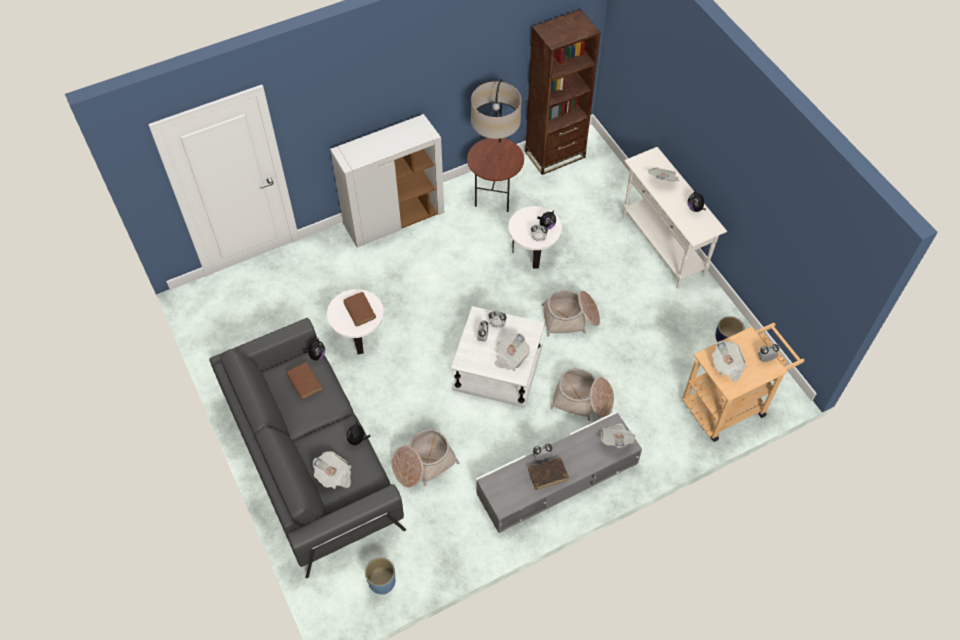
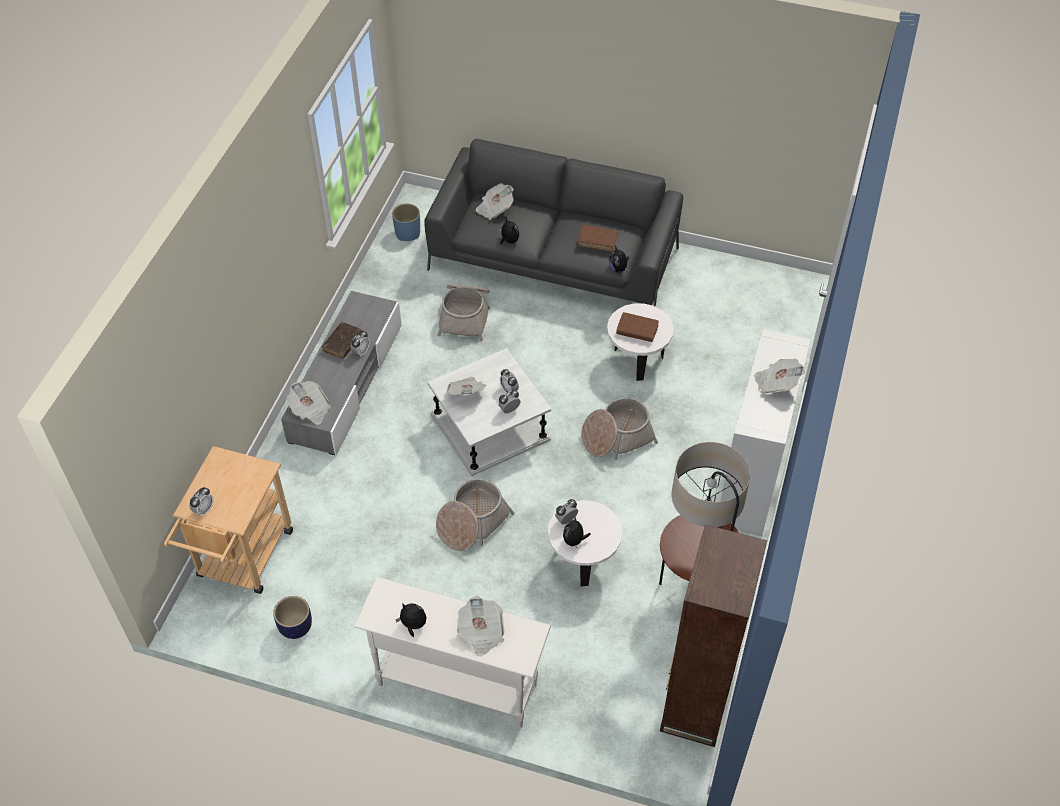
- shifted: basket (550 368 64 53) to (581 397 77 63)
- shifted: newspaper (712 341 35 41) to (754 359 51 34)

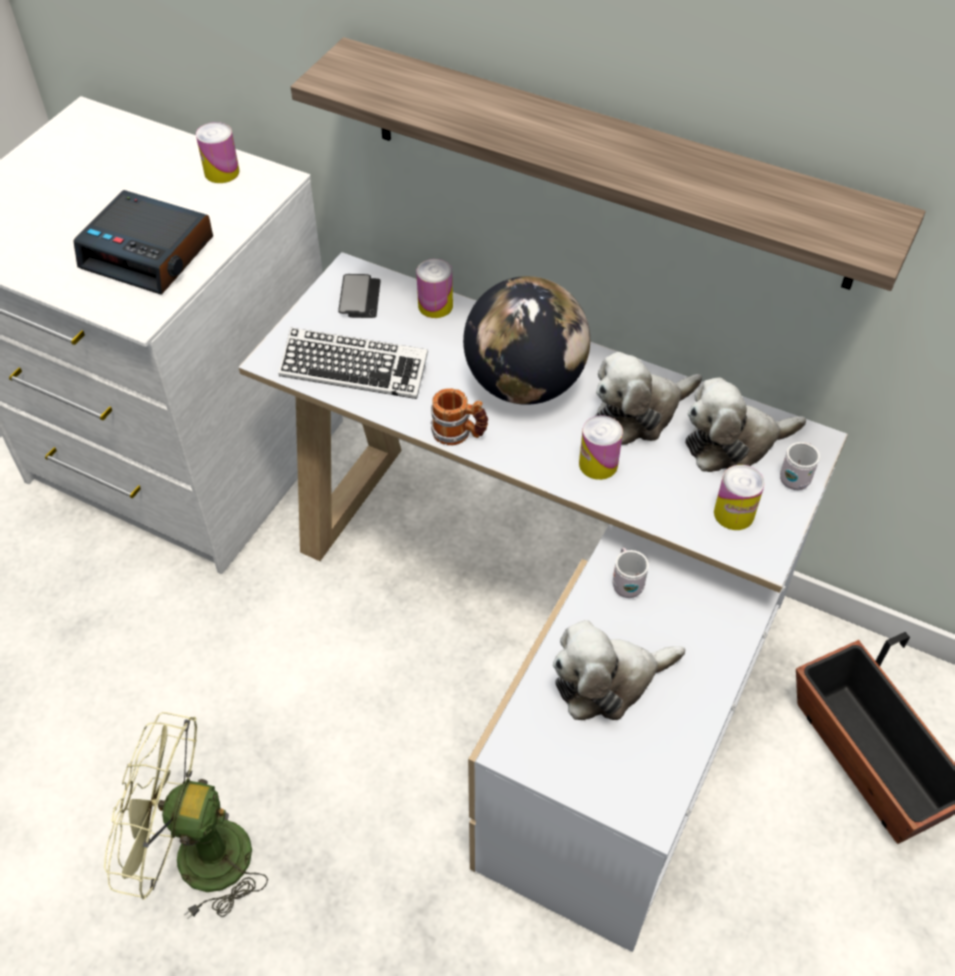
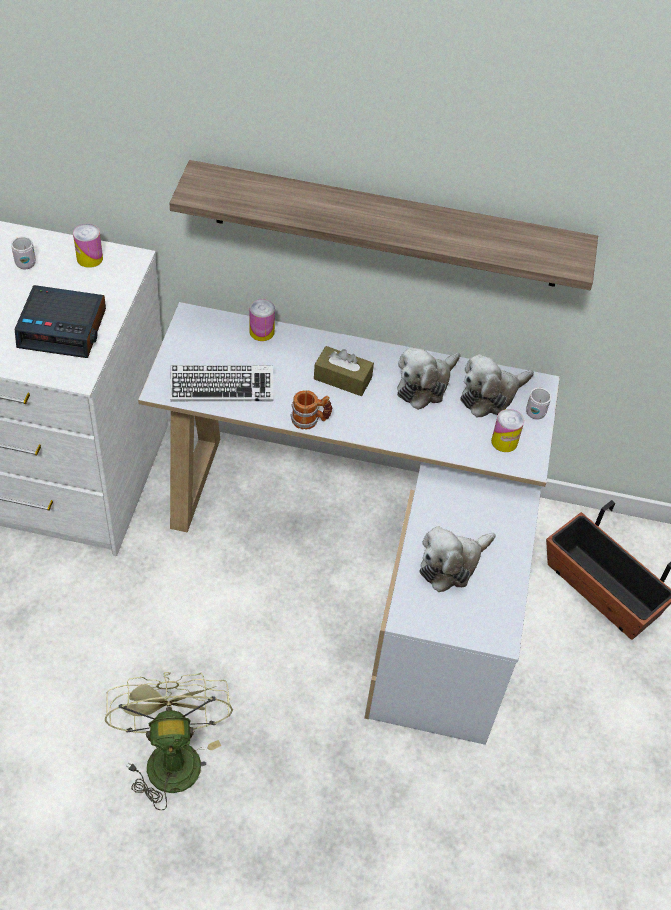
- shifted: white mug (612 547 37 51) to (11 236 25 33)
- rotated: green fan (104 712 164 207) = (105 672 128 138) 90 degrees clockwise
- swapped: globe (463 276 127 129) to brown tissue box (314 346 60 50)
- gone: phone (338 274 43 44)
- gone: can (579 415 44 65)

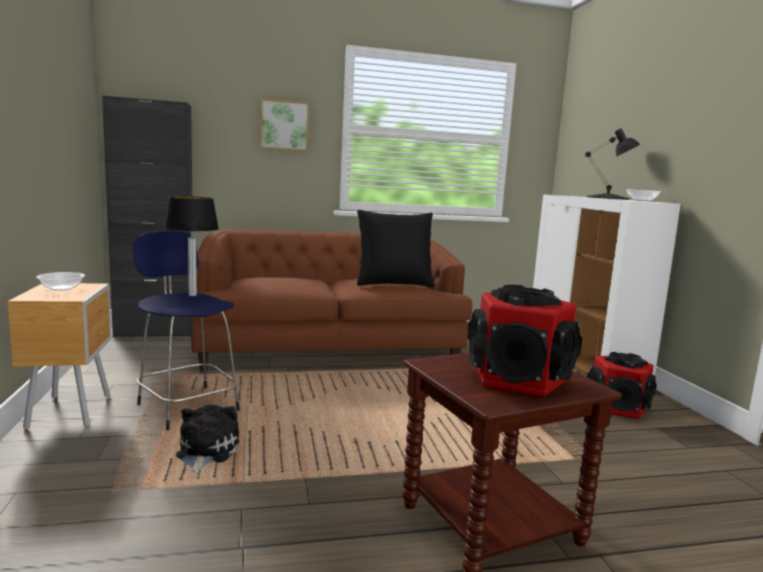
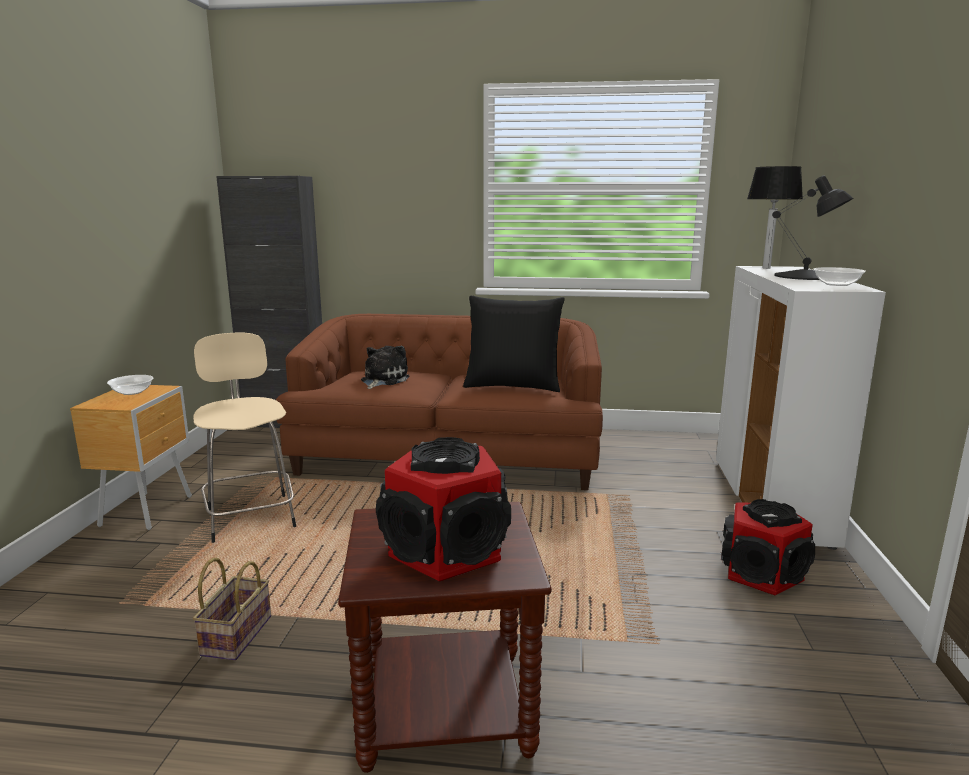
- repainted: blue stool (133 231 107 199) to beige stool (193 333 103 210)
- new: basket (193 558 78 103)
- shifted: plush toy (176 405 64 68) to (361 346 49 43)
- shifted: table lamp (164 196 55 100) to (747 166 56 103)
- gone: picture (260 98 50 53)

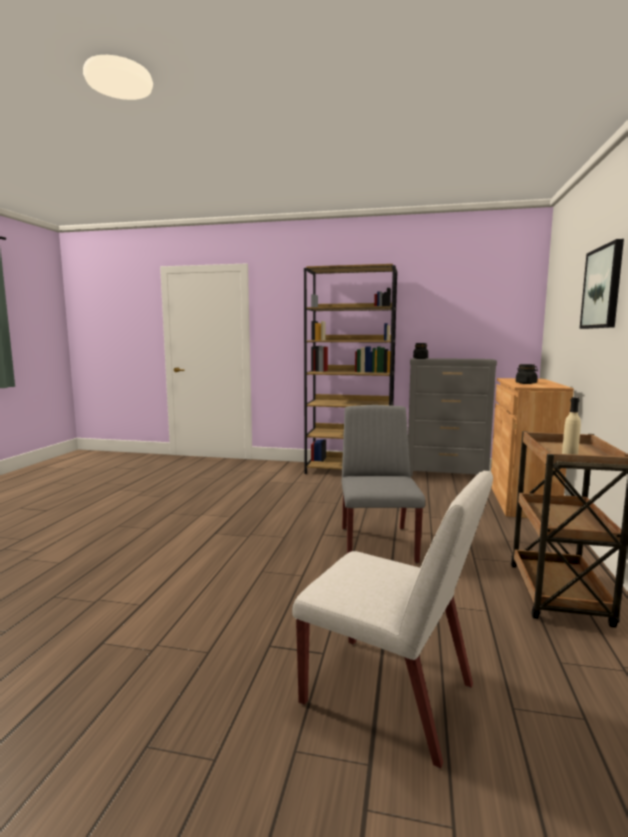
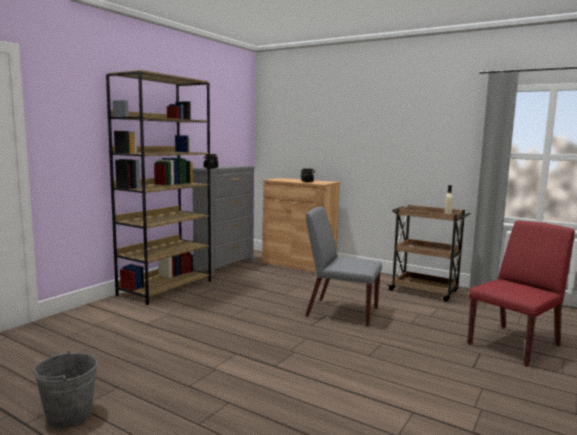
- new: grey bucket (32 351 65 77)
- repainted: white chair (292 471 201 297) to red chair (468 221 107 145)
- gone: picture (580 239 44 90)

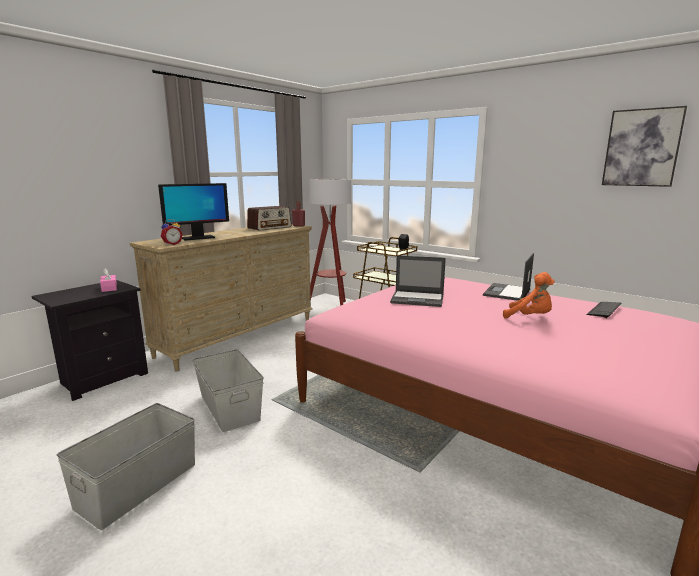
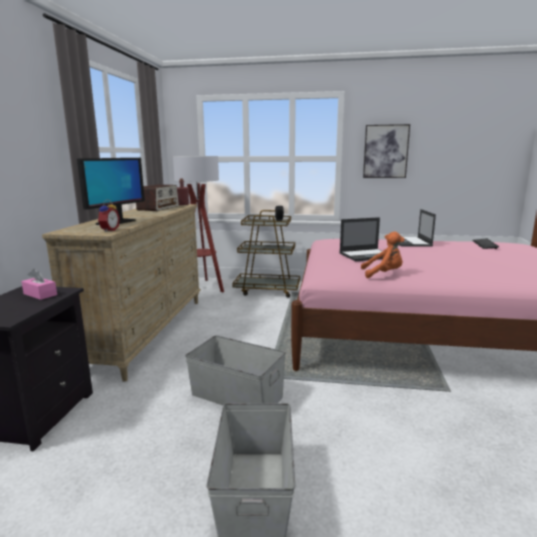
- shifted: orange plush toy (503 272 52 46) to (361 232 44 46)
- shifted: picture (602 106 85 81) to (363 124 47 54)

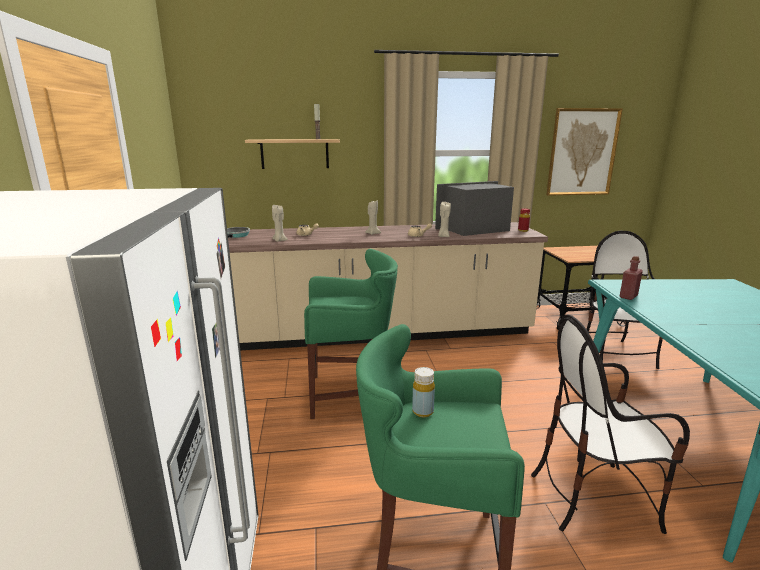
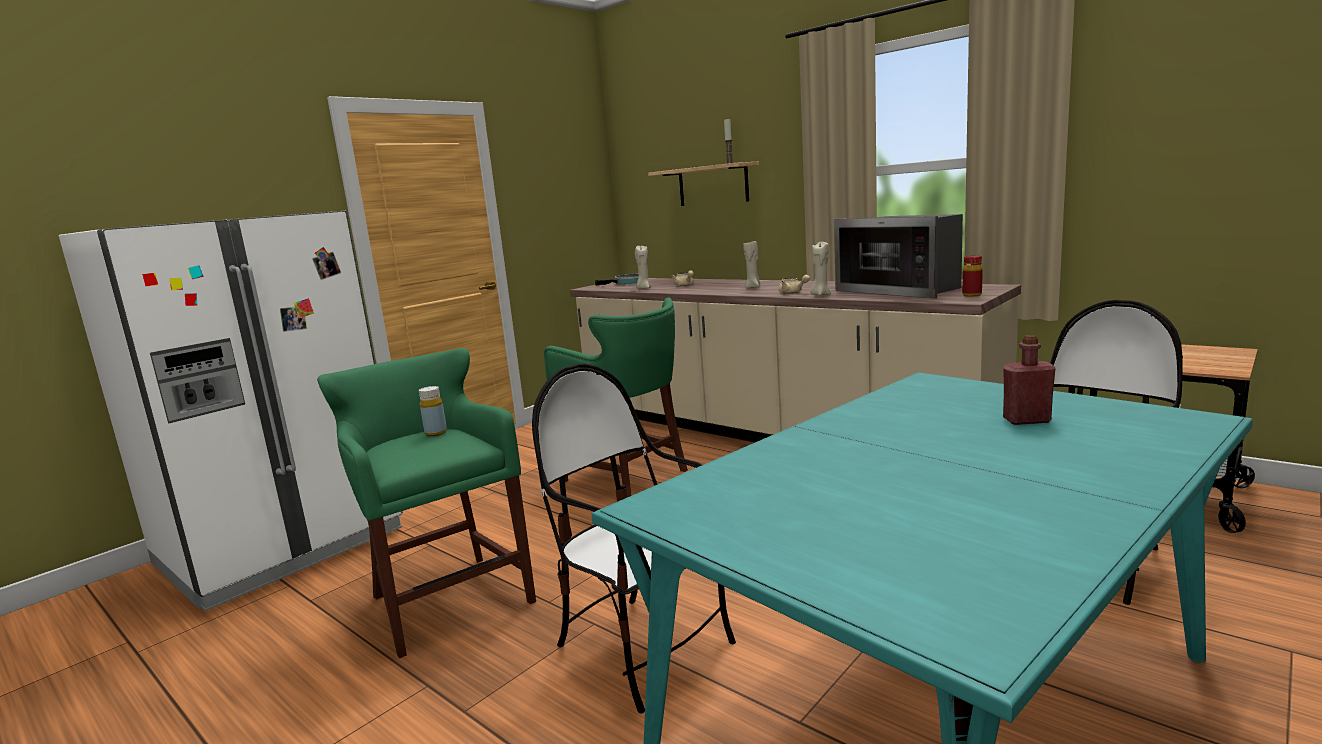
- rotated: microwave (435 181 79 55) = (834 214 129 85) 150 degrees counterclockwise
- shifted: red bottle (620 256 23 44) to (1003 335 52 90)
- gone: picture (546 108 77 88)

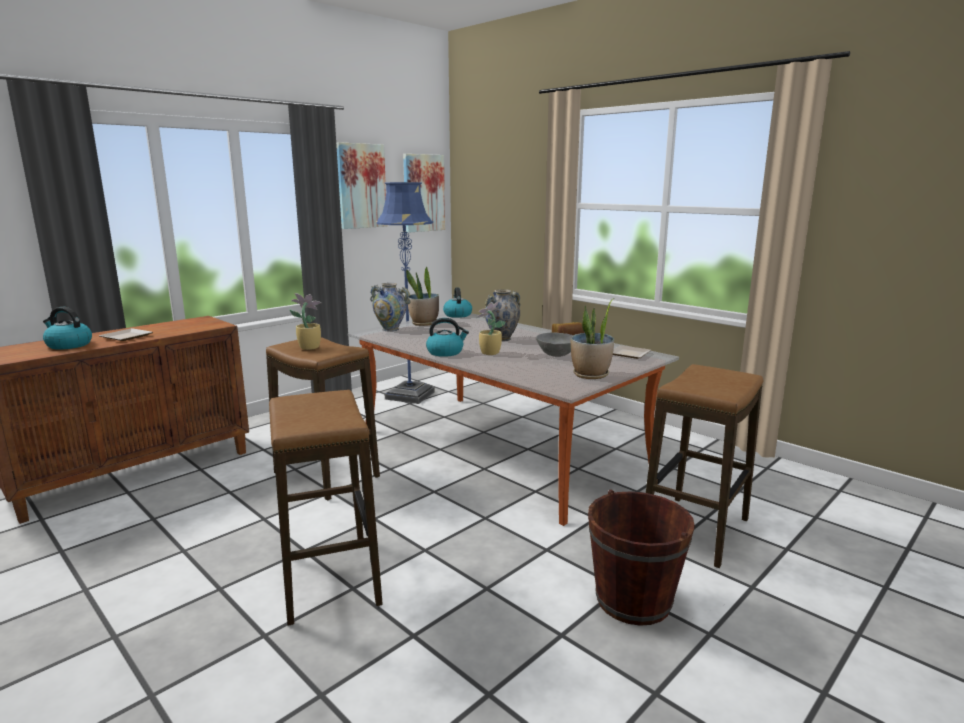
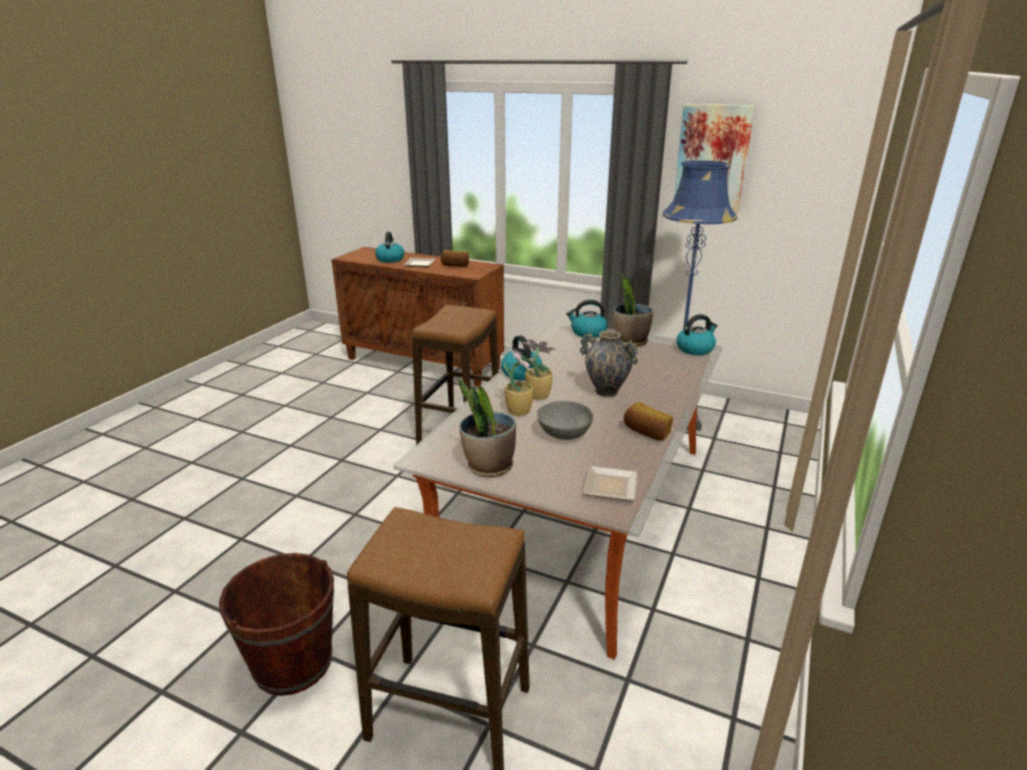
- new: bread (441 250 28 17)
- shifted: potted plant (289 293 32 57) to (504 348 31 68)
- swapped: vase (370 283 41 49) to kettle (566 300 42 37)
- gone: stool (269 390 114 236)
- gone: picture (403 154 42 79)

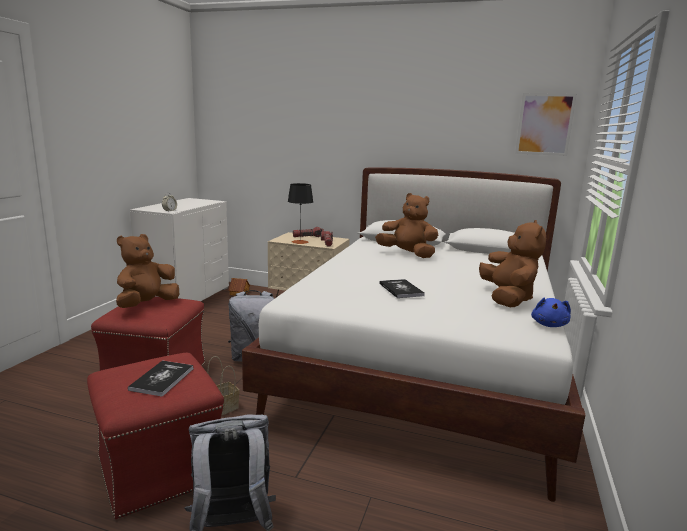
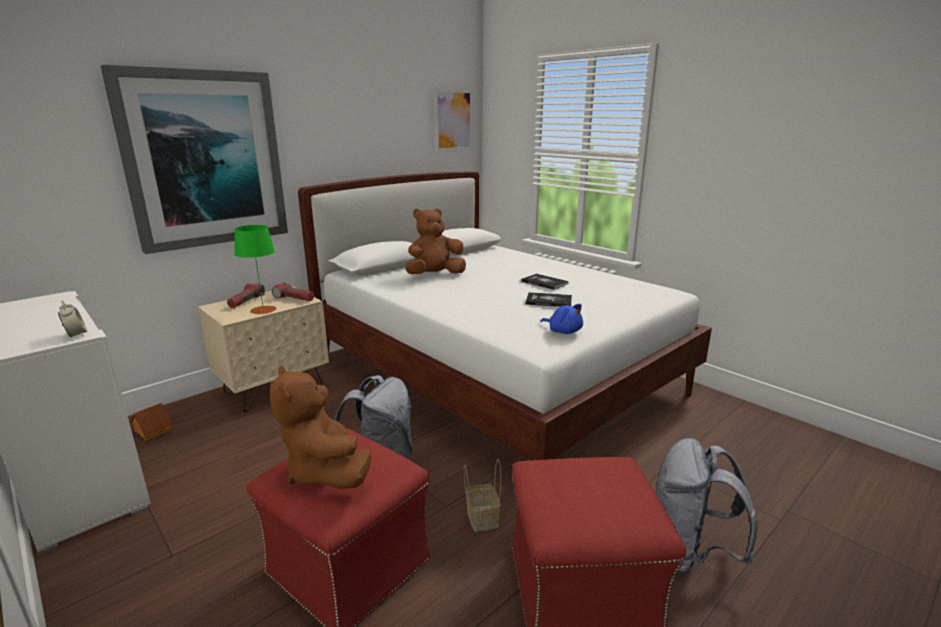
- new: picture (101 65 187 189)
- repainted: black table lamp (288 183 25 61) to green table lamp (234 225 43 89)
- shifted: book (128 360 66 37) to (521 274 48 16)
- shifted: blue plush toy (531 298 40 29) to (541 304 42 30)
- gone: brown plush toy (479 220 67 87)

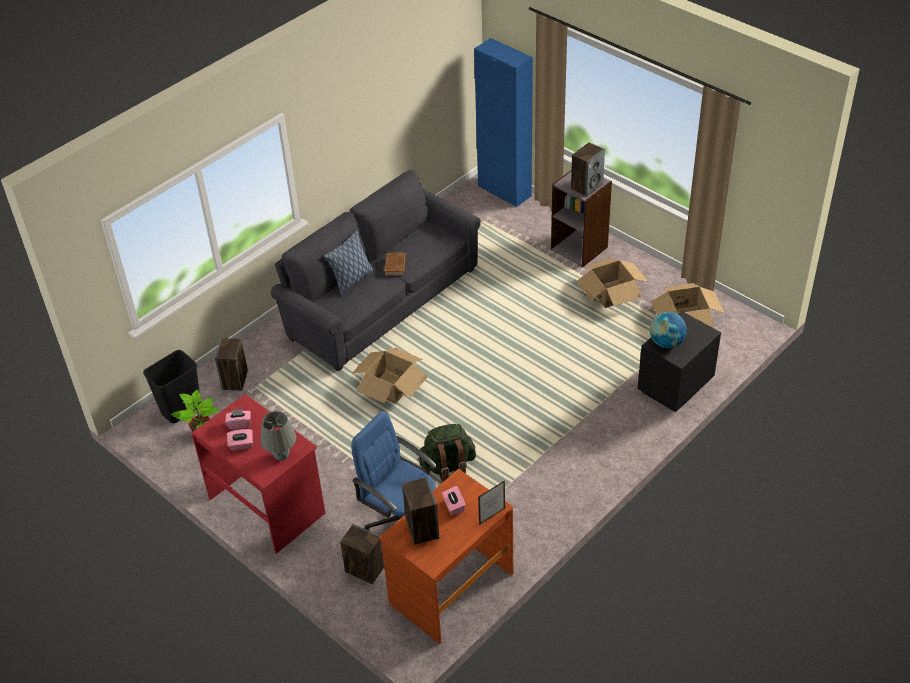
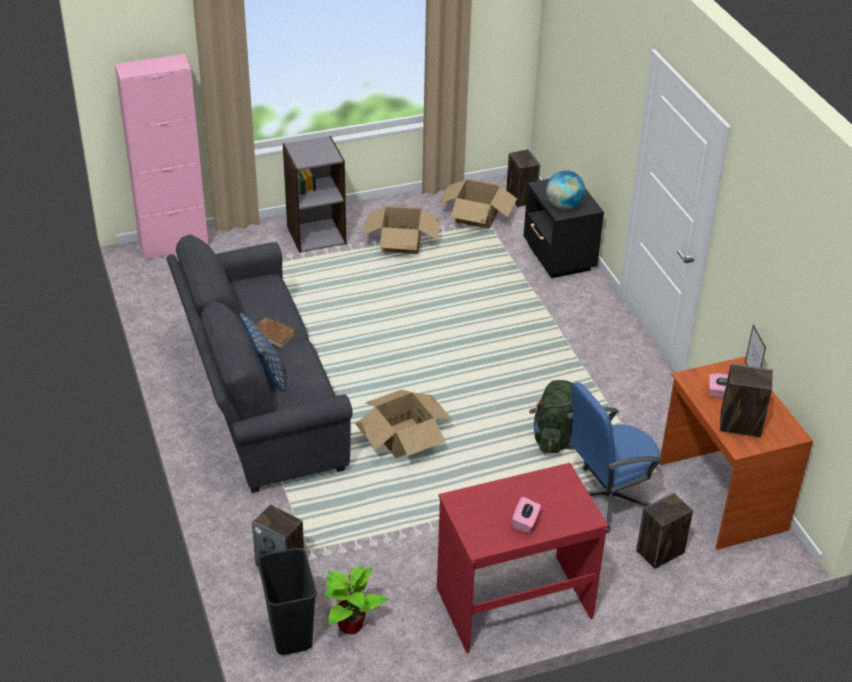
- repainted: blue cabinet (474 38 59 169) to pink cabinet (115 54 94 206)
- shifted: speaker (571 142 34 55) to (506 149 34 58)
- gone: pink tissue box (225 409 26 21)
- gone: grey table lamp (260 411 36 50)

